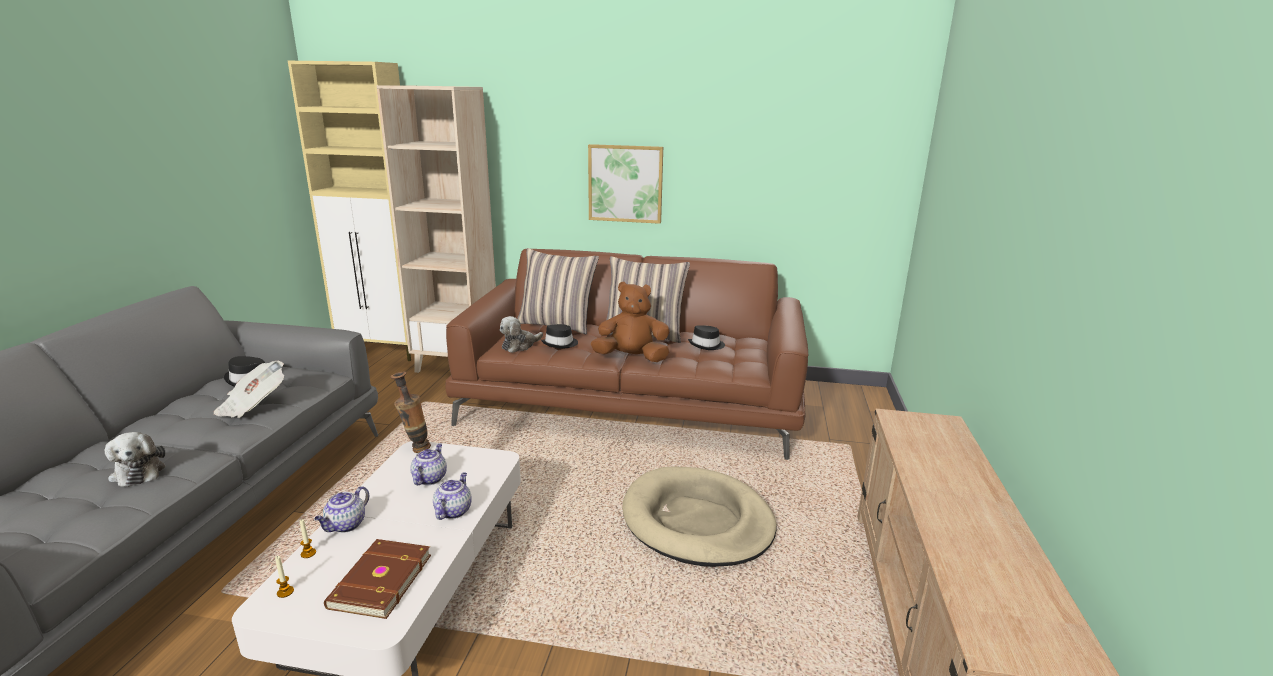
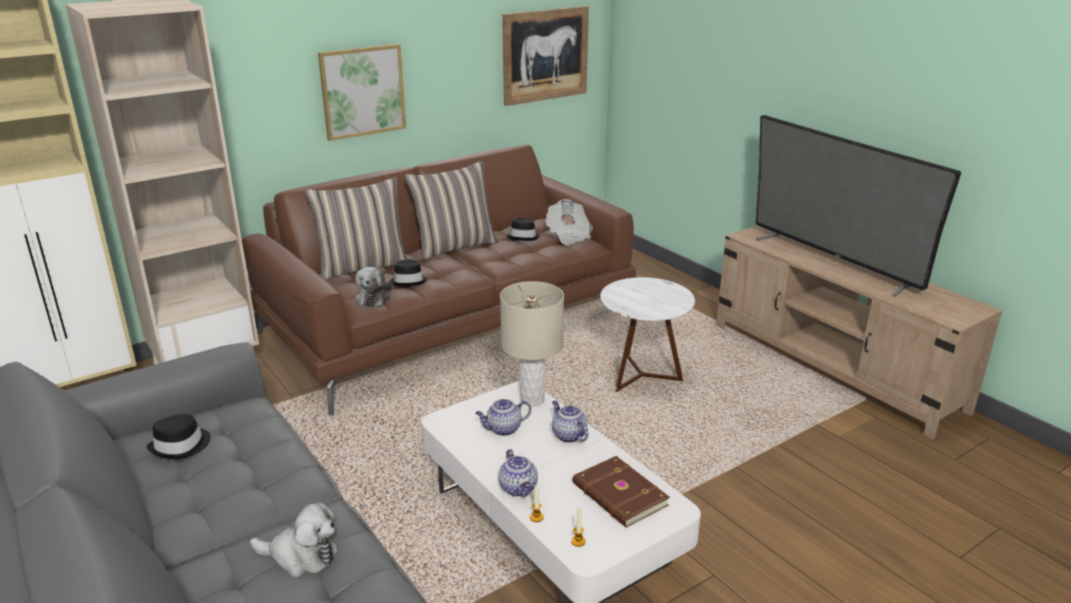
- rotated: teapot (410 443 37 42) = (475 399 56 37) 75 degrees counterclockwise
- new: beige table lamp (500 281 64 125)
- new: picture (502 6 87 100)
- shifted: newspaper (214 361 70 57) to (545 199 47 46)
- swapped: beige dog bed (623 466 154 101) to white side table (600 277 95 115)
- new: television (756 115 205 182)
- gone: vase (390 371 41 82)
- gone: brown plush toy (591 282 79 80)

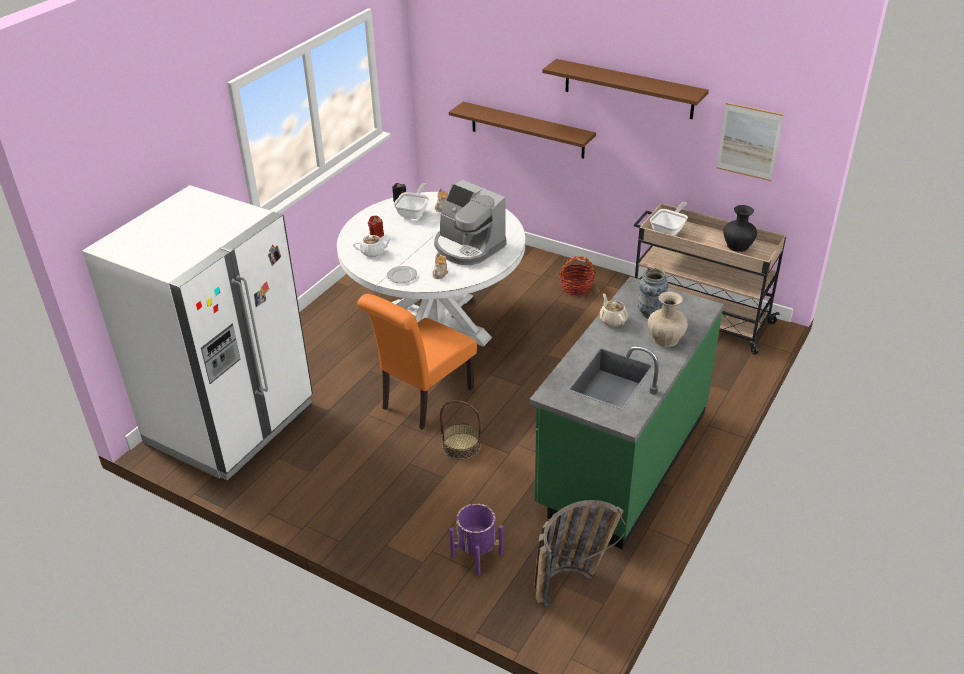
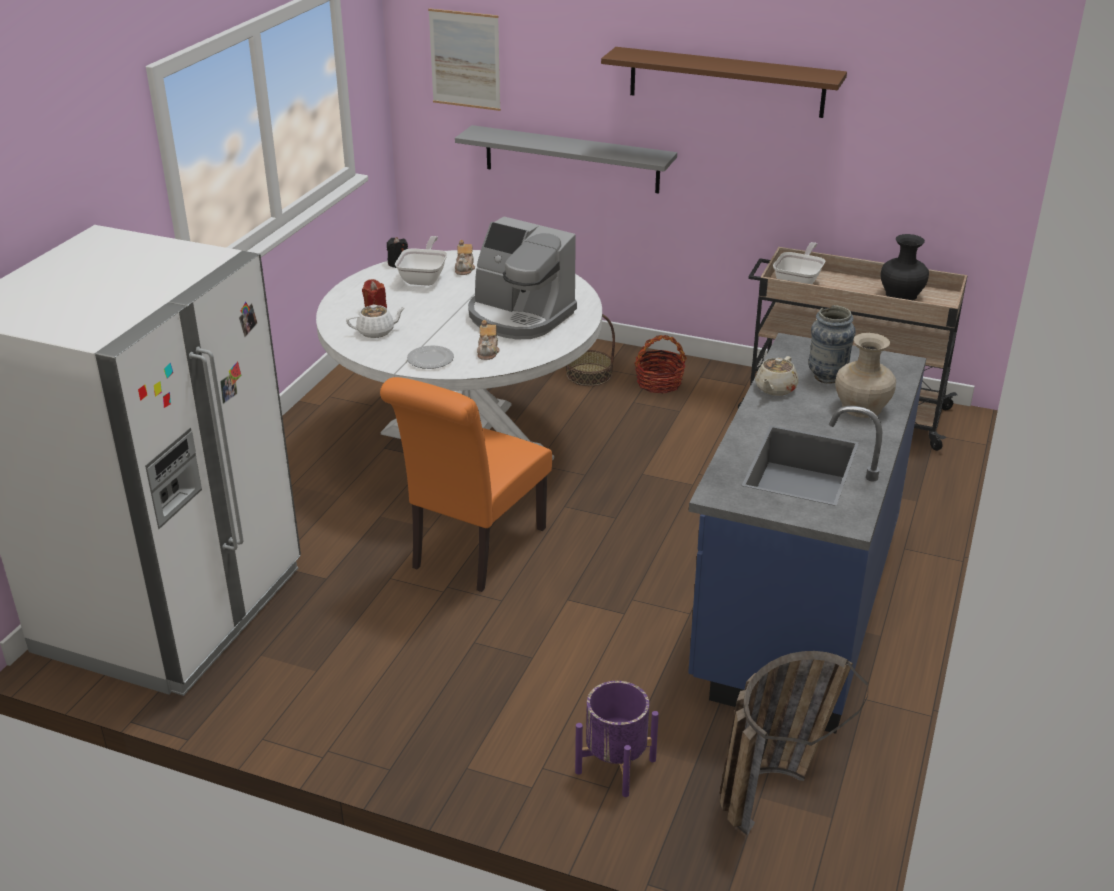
- shifted: picture (716 102 68 79) to (428 8 73 103)
- repainted: brown shelf (449 102 147 57) to grey shelf (455 125 222 68)
- shifted: basket (440 400 41 60) to (566 314 49 72)
- repainted: green counter (529 277 195 272) to blue counter (688 333 238 401)
- rotated: beige teapot (599 293 29 34) = (755 356 44 40) 120 degrees counterclockwise

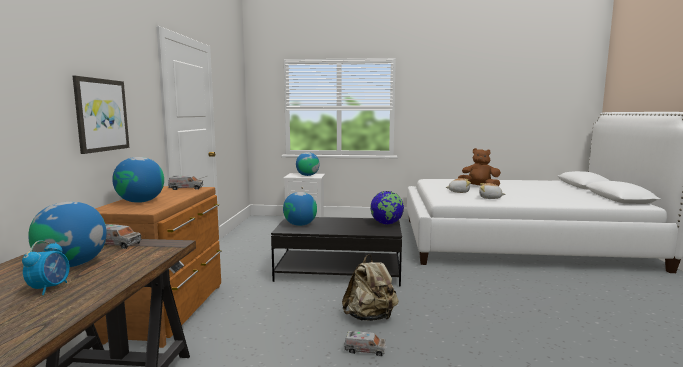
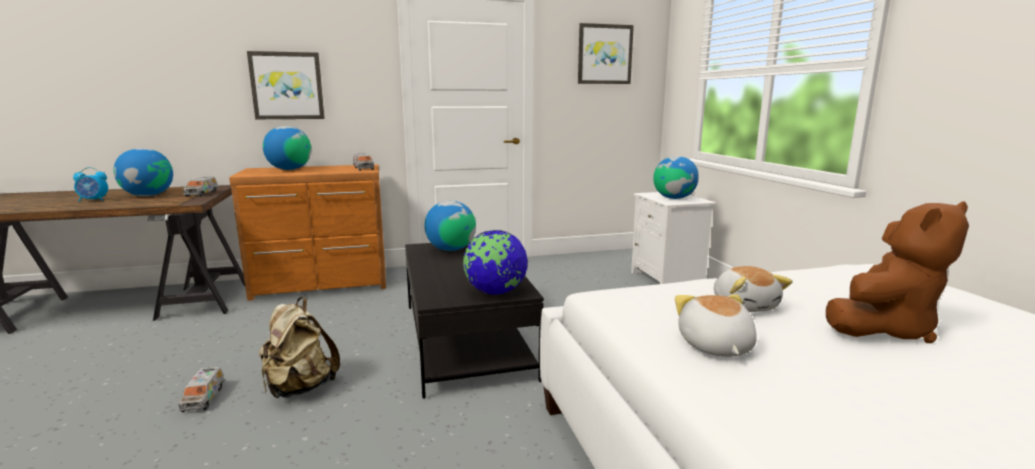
- new: picture (578 23 56 61)
- rotated: brown plush toy (458 148 43 38) = (826 201 143 142) 60 degrees clockwise

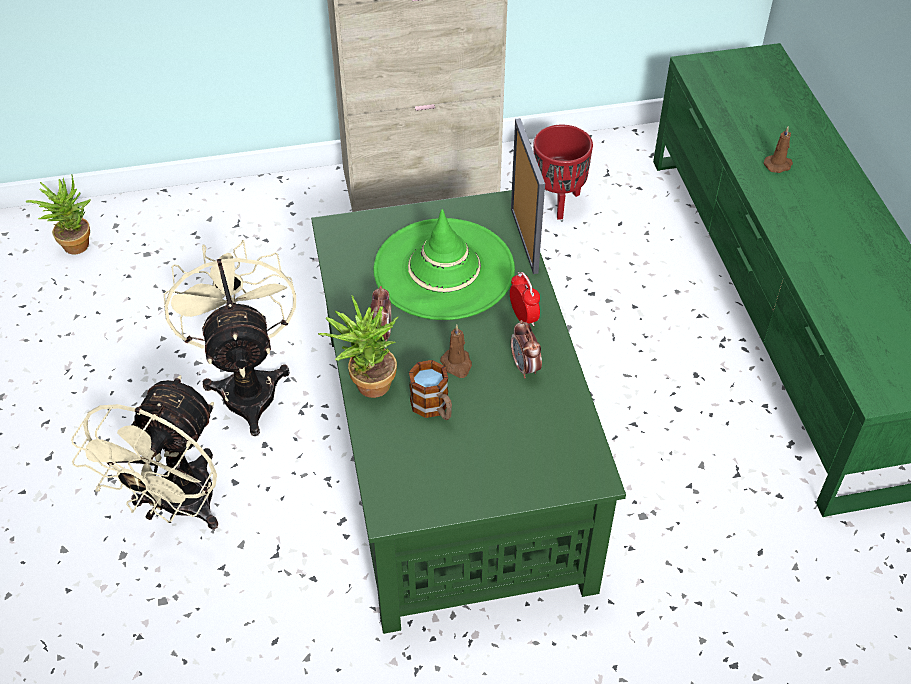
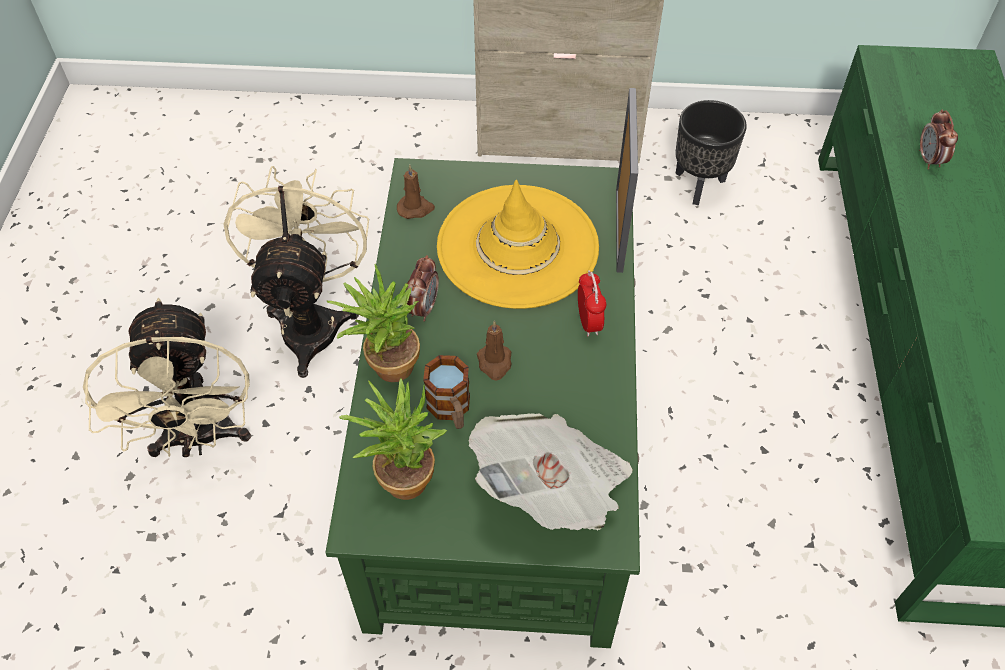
- rotated: beige fan (71 375 147 155) = (83 298 168 159) 45 degrees counterclockwise
- shifted: potted plant (26 174 65 80) to (339 378 108 122)
- shifted: brown candle (764 126 29 47) to (397 165 38 54)
- repainted: green hat (373 209 142 111) to yellow hat (437 180 162 129)
- new: newspaper (469 413 164 117)
- repainted: red planter (533 124 60 95) to black planter (675 100 72 105)
- shifted: alarm clock (511 320 31 58) to (919 109 39 61)

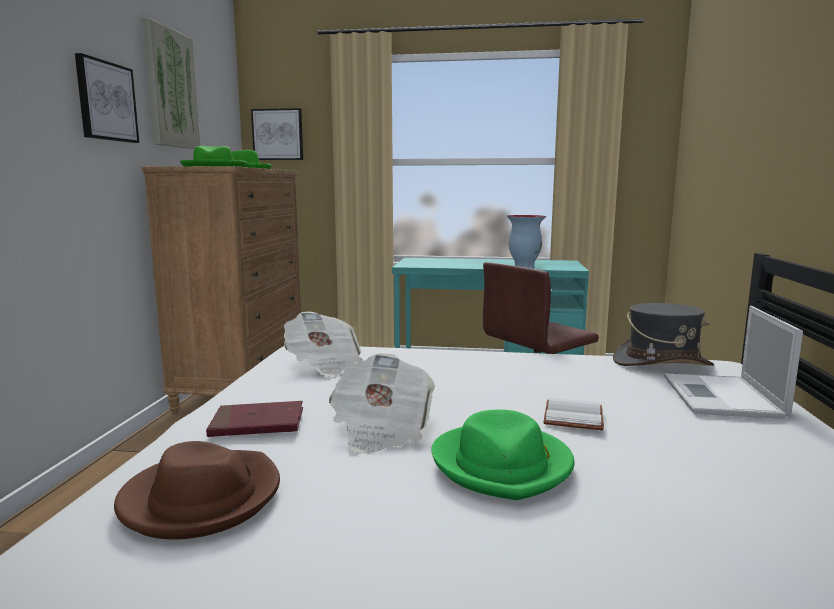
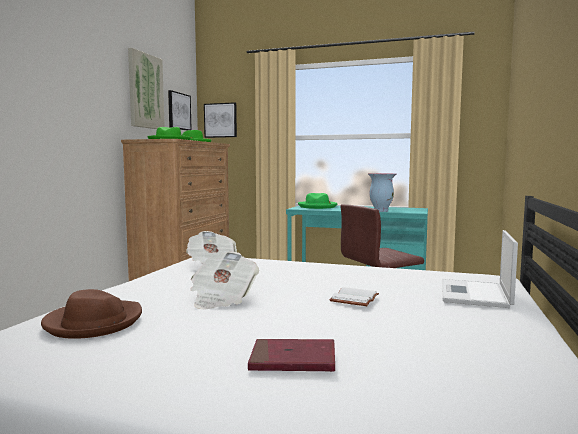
- shifted: picture (75 53 64 90) to (168 90 24 41)
- shifted: red book (206 401 97 36) to (248 339 87 33)
- shifted: green hat (431 409 144 91) to (298 193 39 16)
- gone: grey hat (613 303 101 63)

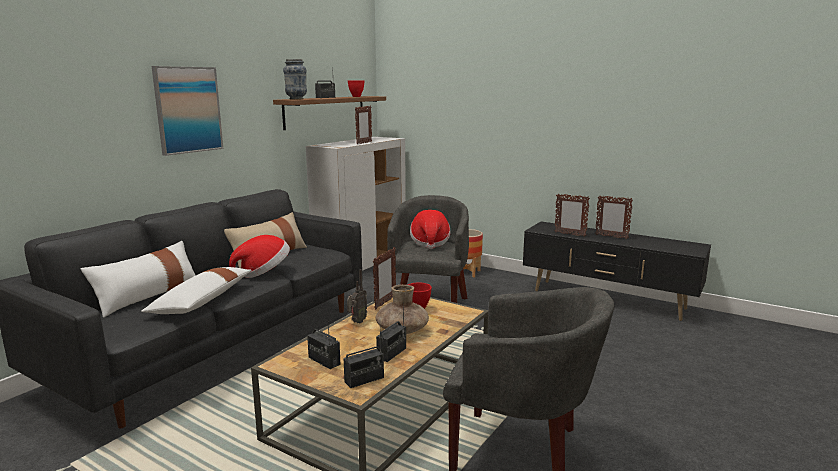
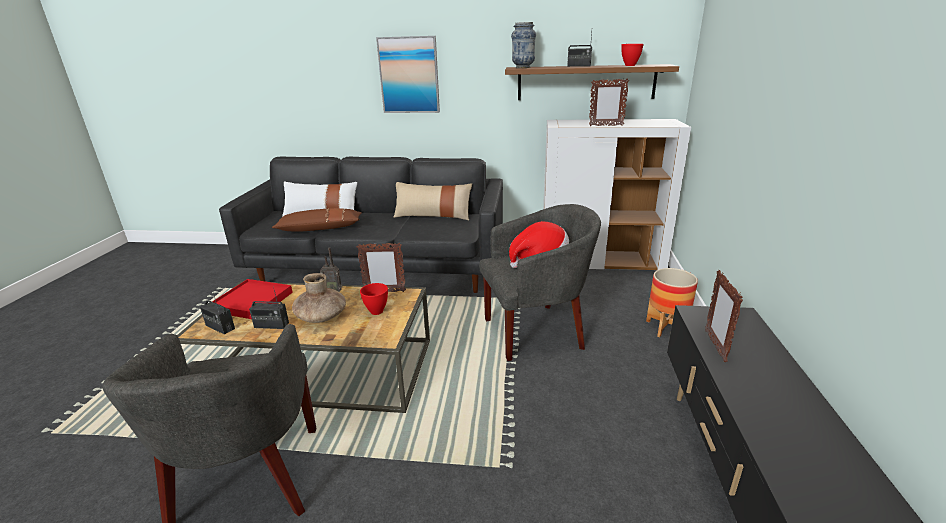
- swapped: radio (307 322 34 47) to red tray (212 279 81 40)
- repainted: white pillow (141 267 111 47) to brown pillow (272 208 90 23)
- gone: hat (229 235 61 43)
- gone: picture frame (595 196 38 43)

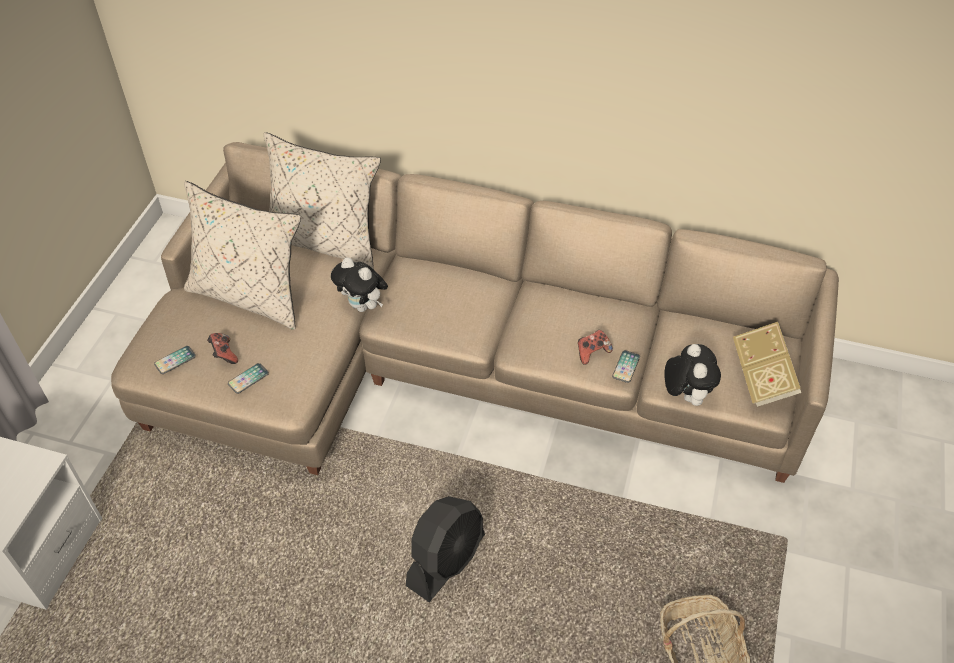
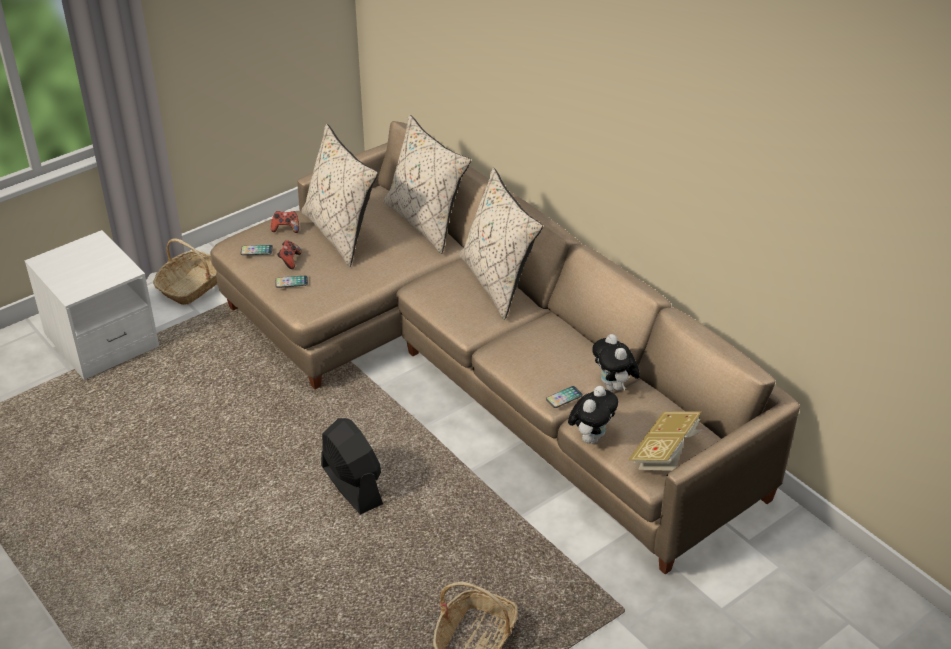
- new: basket (153 238 64 67)
- shifted: game controller (578 330 35 35) to (271 211 28 22)
- rotated: black fan (406 496 79 106) = (321 418 62 97) 105 degrees counterclockwise
- new: beige pillow (459 168 84 152)
- shifted: plush toy (331 257 57 55) to (592 334 48 57)

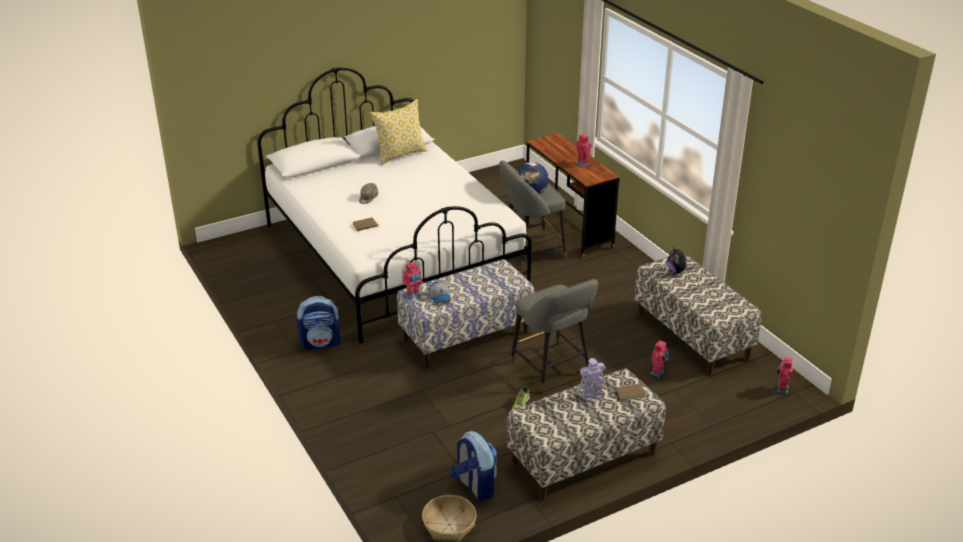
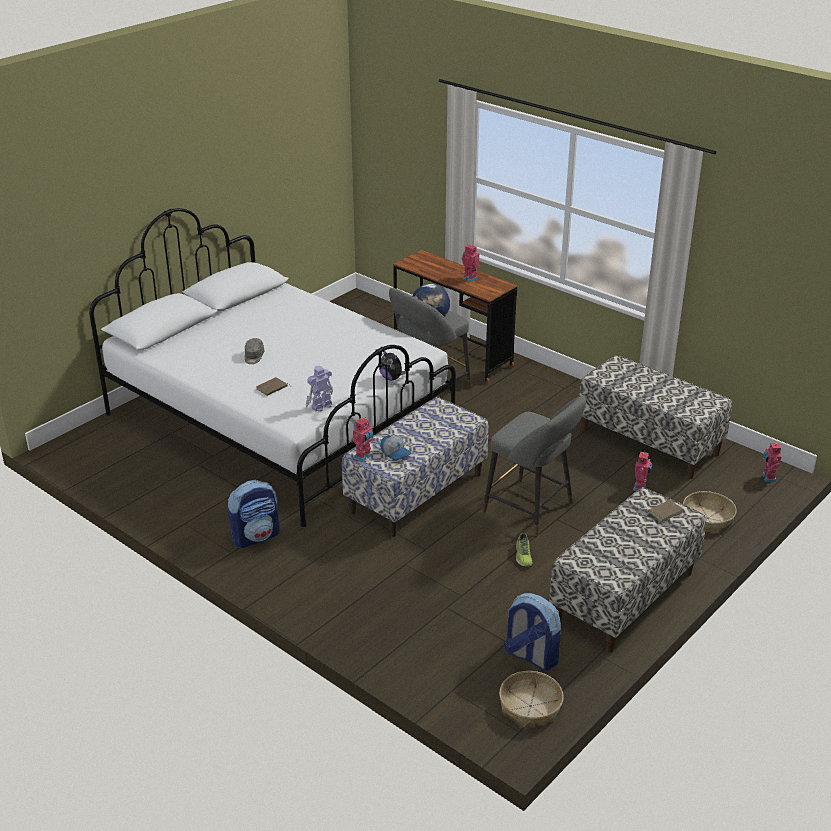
- shifted: toy robot (576 358 30 43) to (306 366 27 46)
- shifted: plush toy (667 246 22 27) to (379 351 27 29)
- new: basket (683 491 54 42)
- gone: pillow (370 99 58 66)

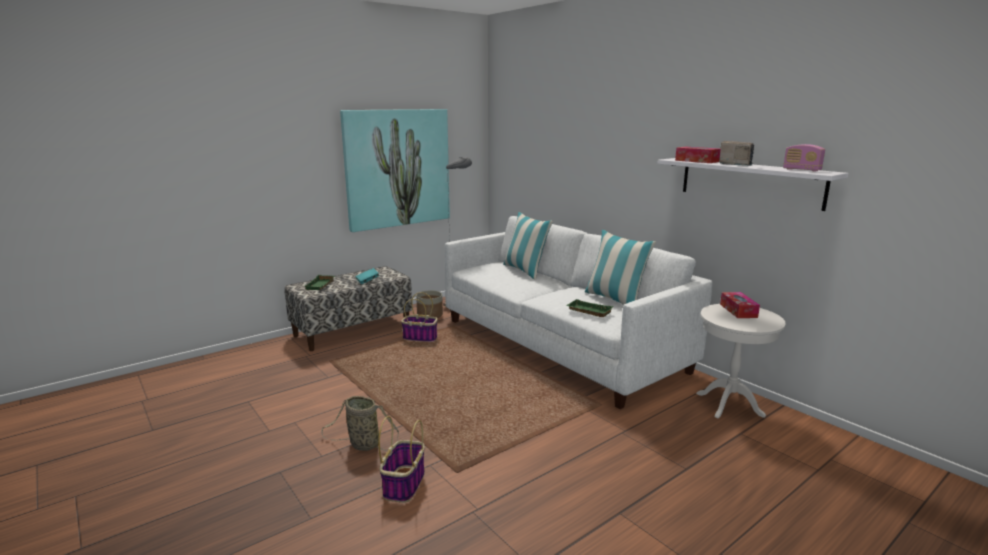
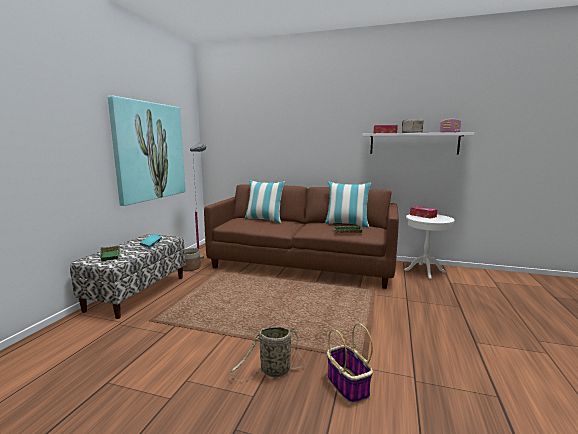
- repainted: white sofa (445 216 268 193) to brown sofa (204 184 195 105)
- gone: basket (401 292 37 50)

